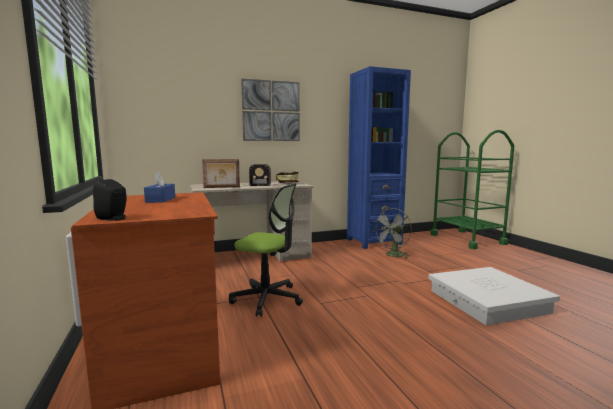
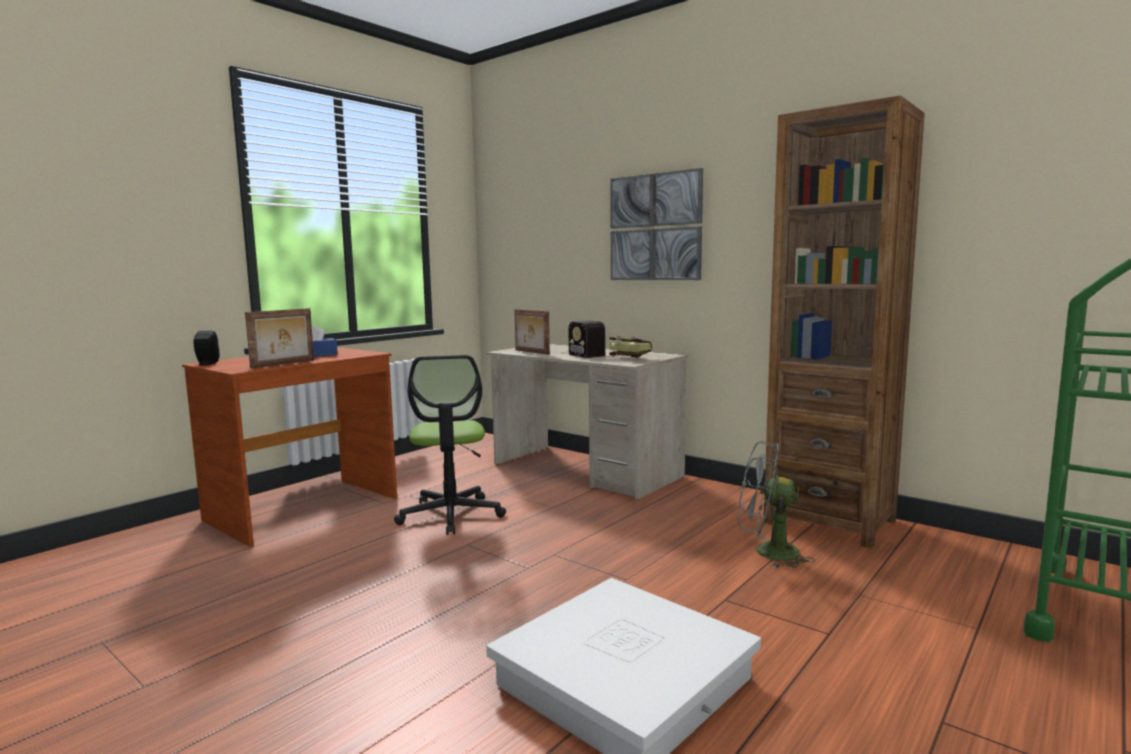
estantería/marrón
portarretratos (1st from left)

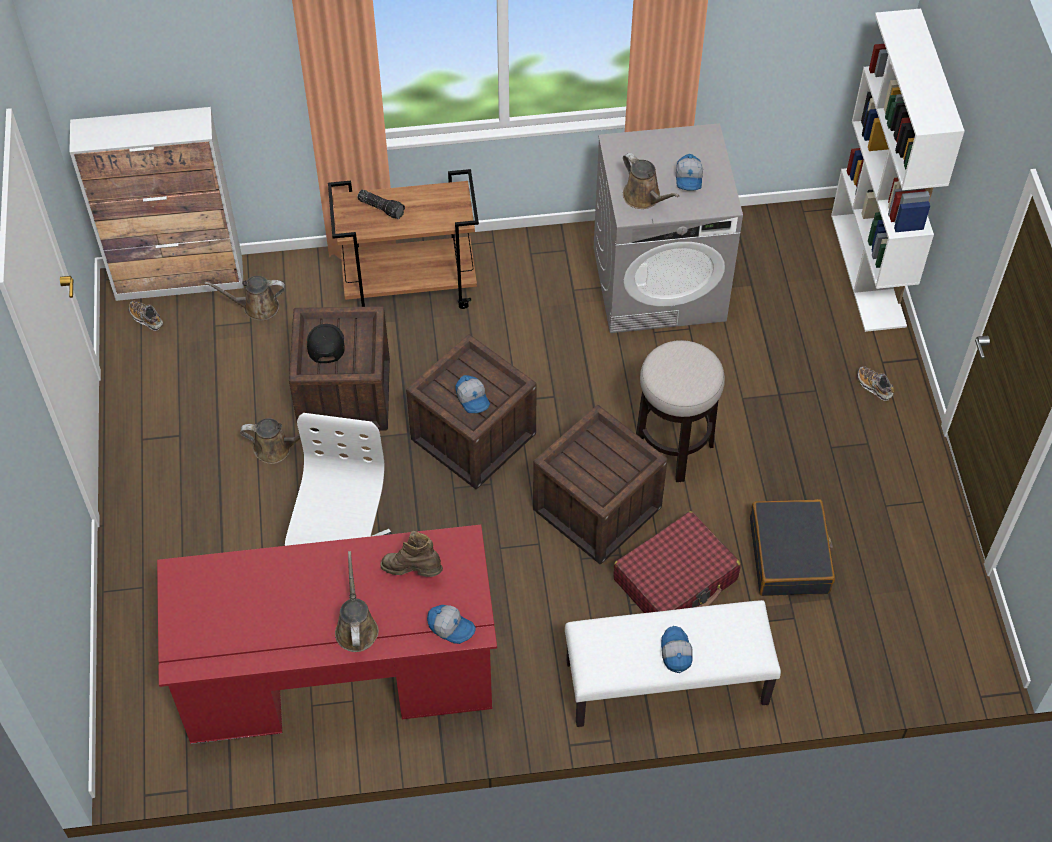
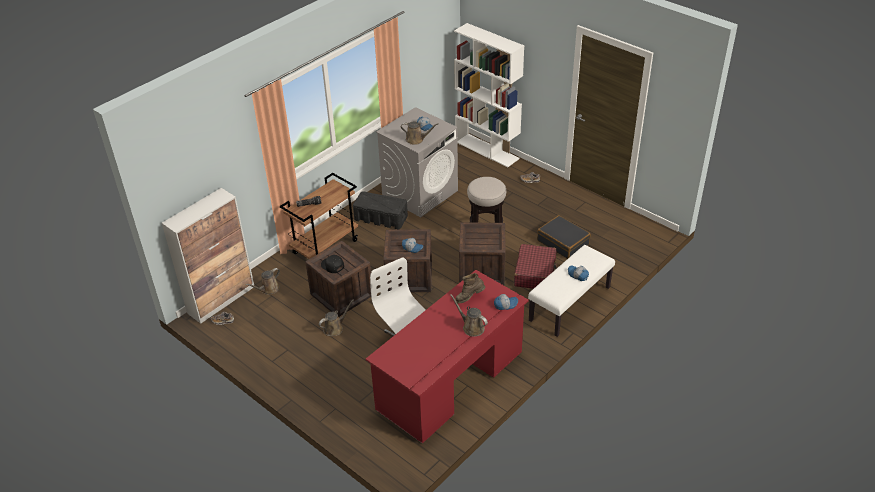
caja de almacenaje/negro

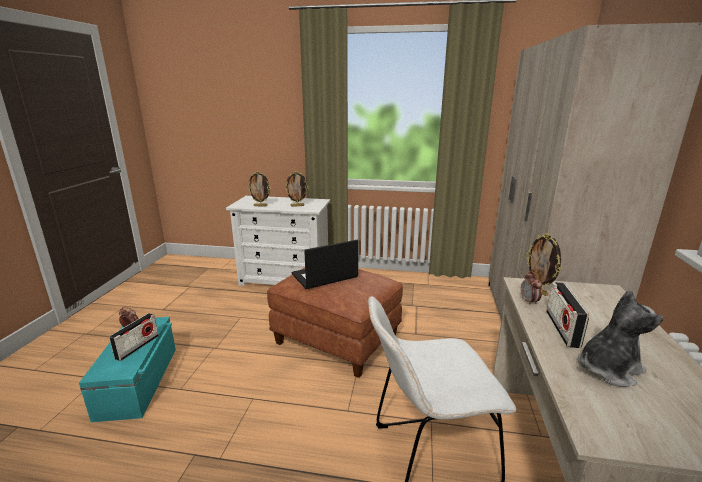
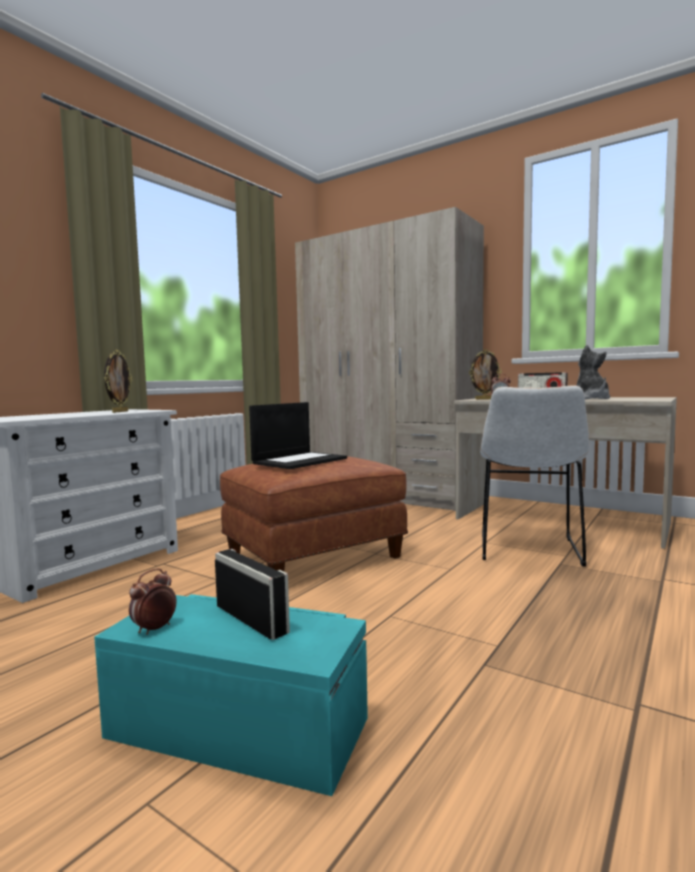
portarretratos (1st from left in the first image)
portátil

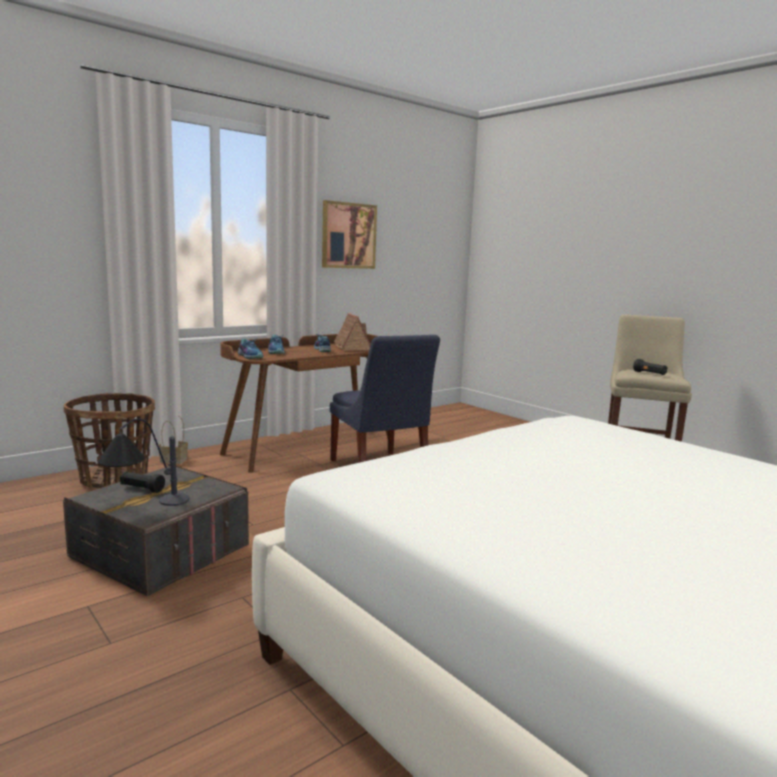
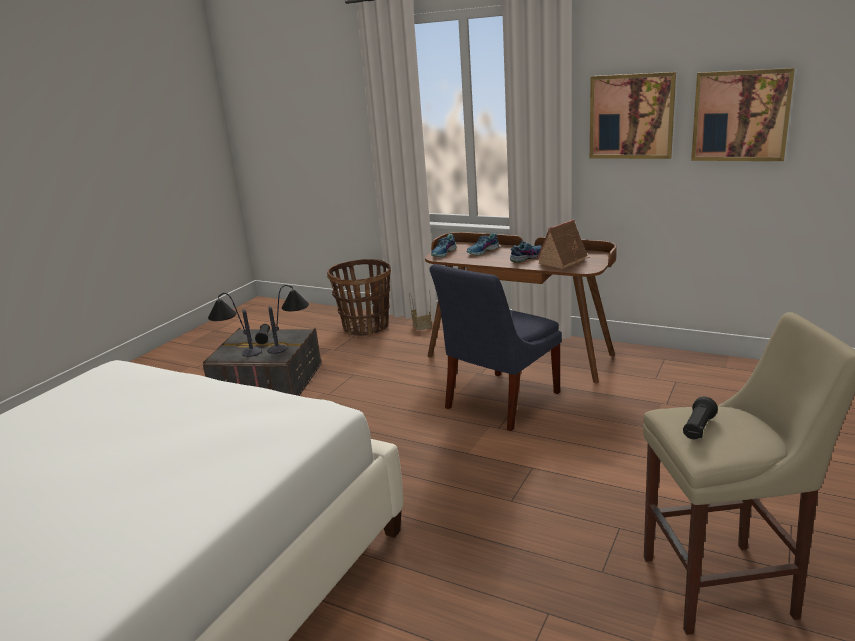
lámpara de mesa (2nd from left)
cuadro (2nd from left)

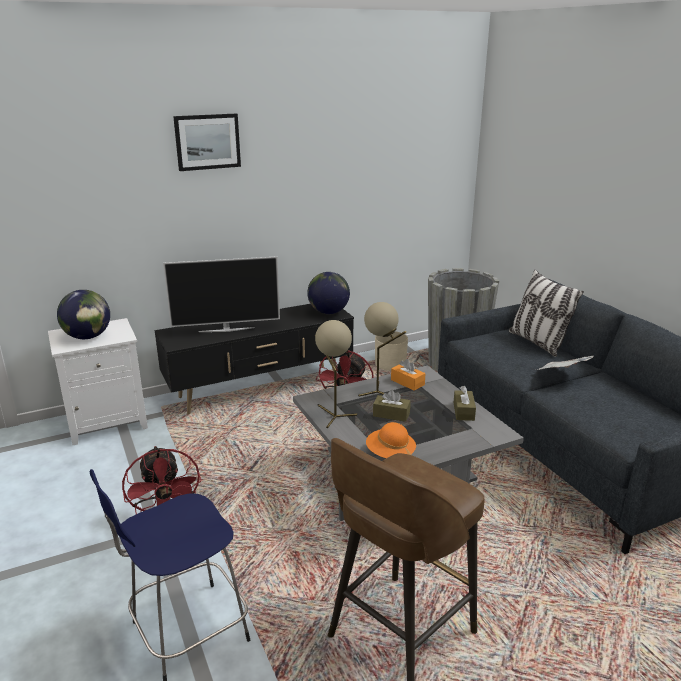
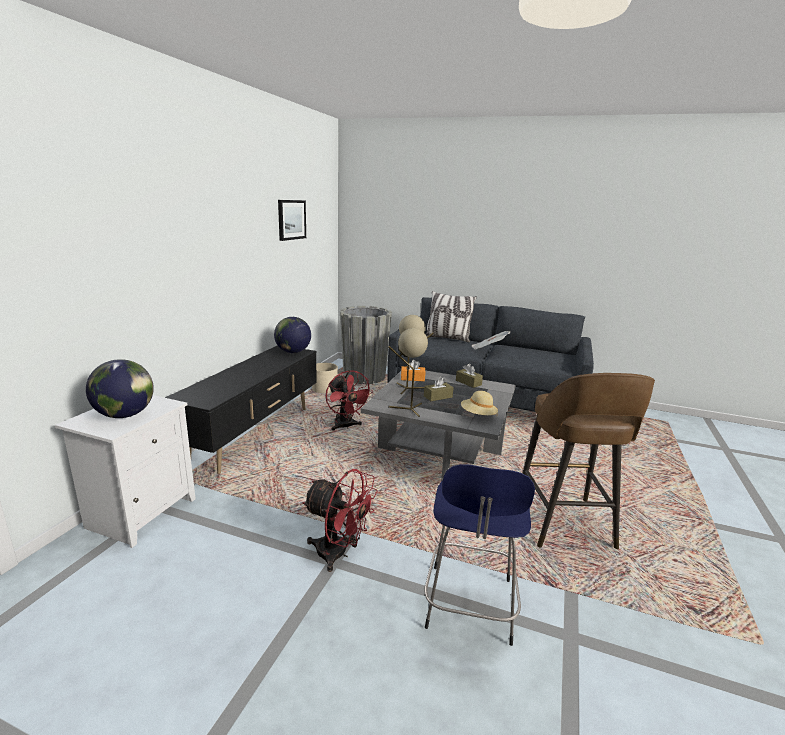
televisor
cuadro
sombrero/beis

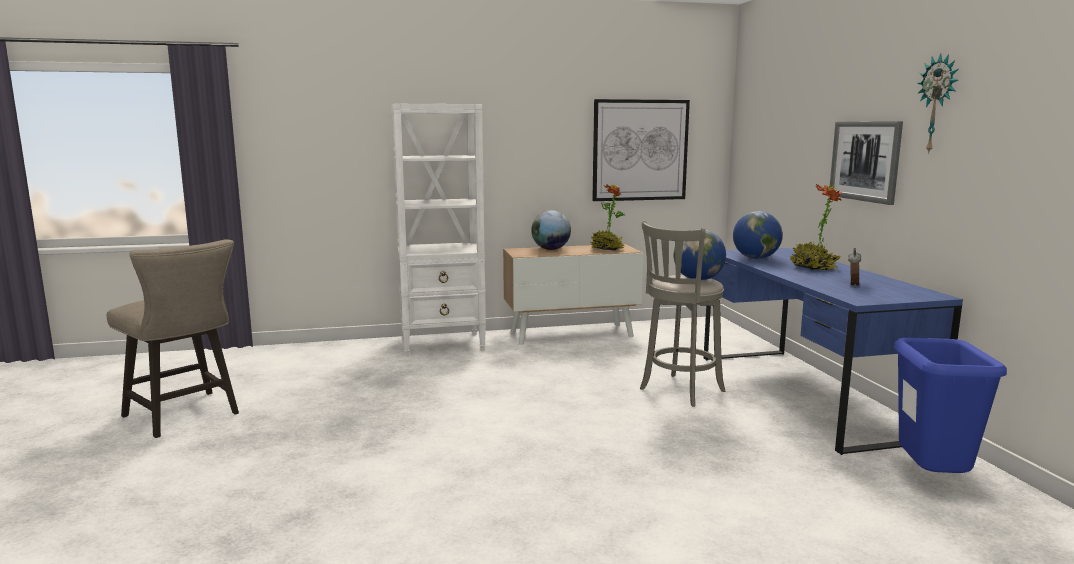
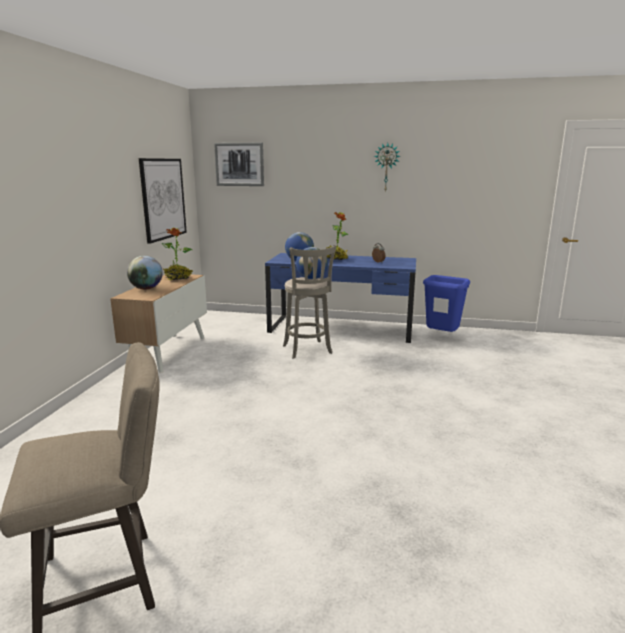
estantería/blanco
cuadro (2nd from left)

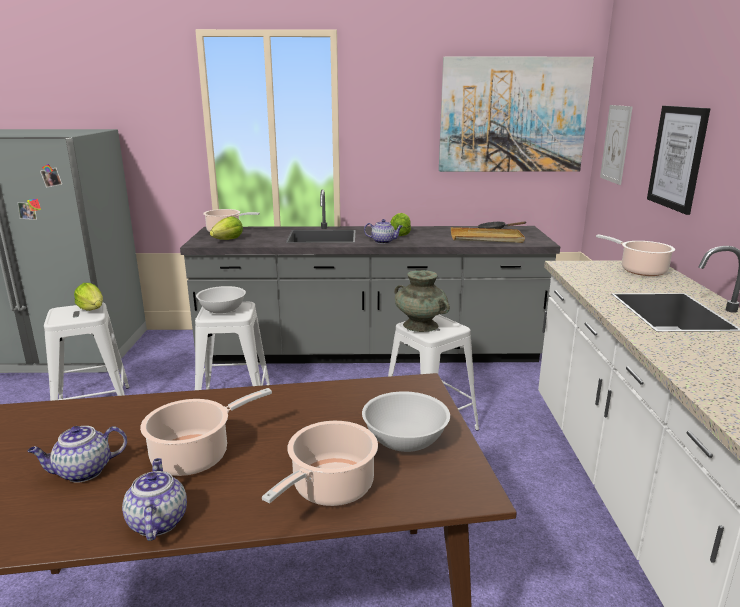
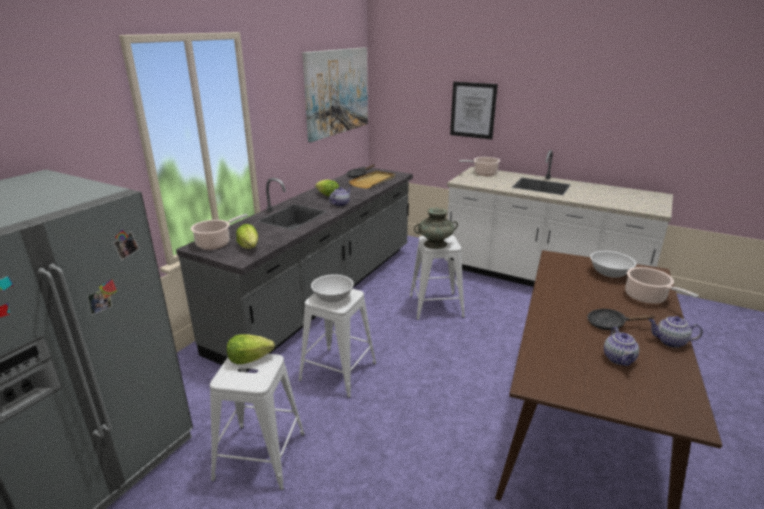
sartén/negro (2nd from left)
cuadro (2nd from left in the first image)

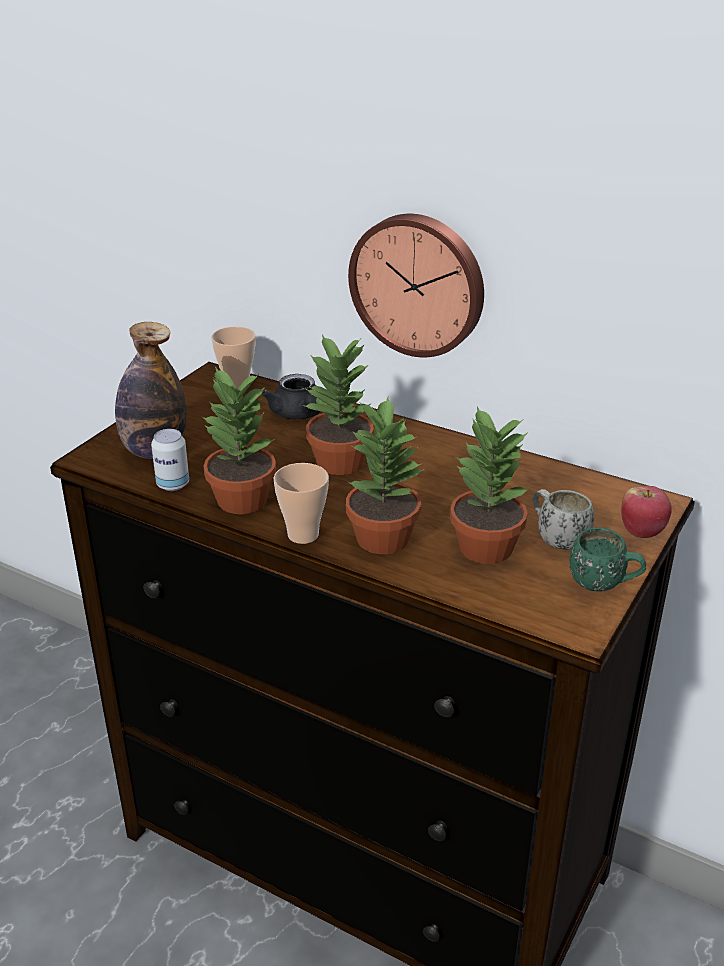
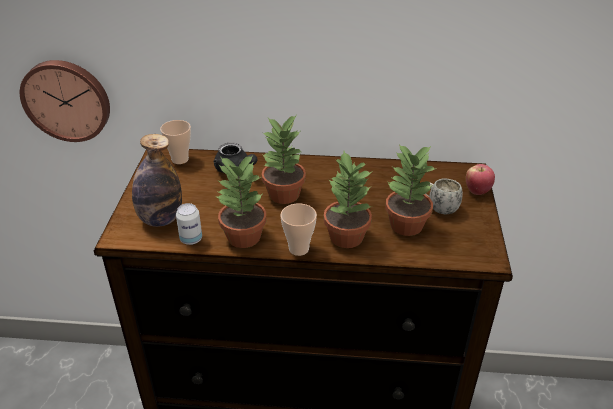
reloj de pared
taza grande/verde

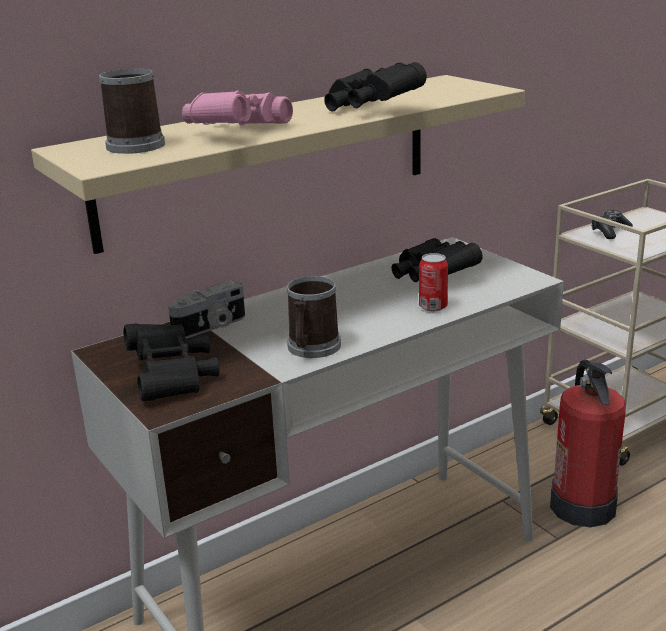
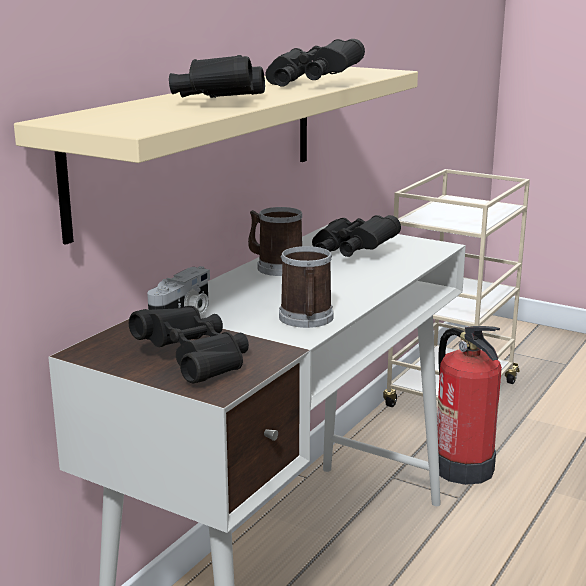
taza grande (1st from left)
prismáticos/negro (2nd from left)
lata
mando de consola

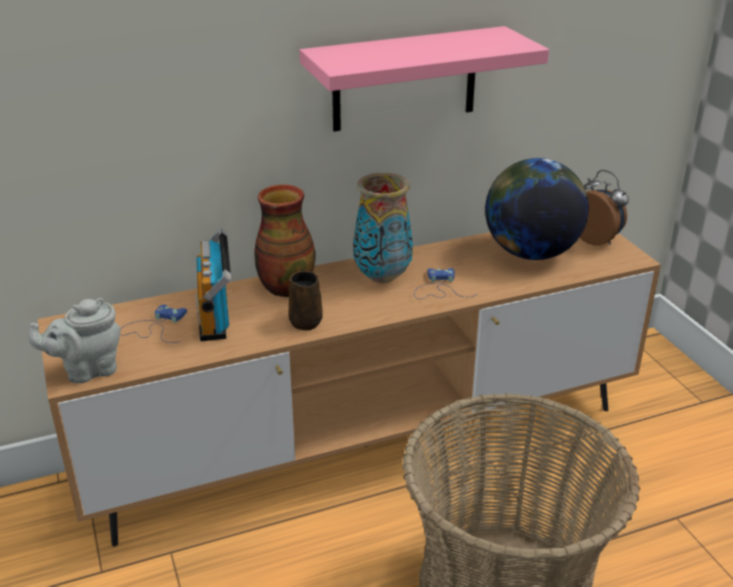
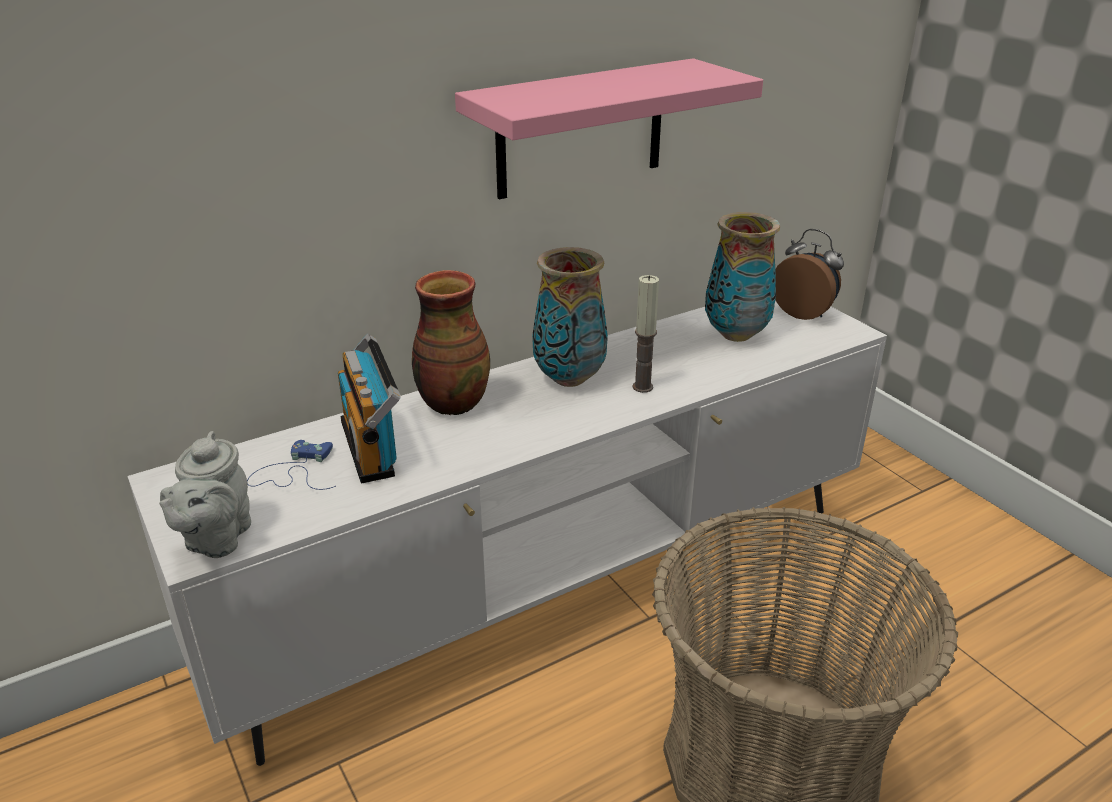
tetera/gris
mueble de televisión/blanco
taza grande/marrón
vela
florero (3rd from left)

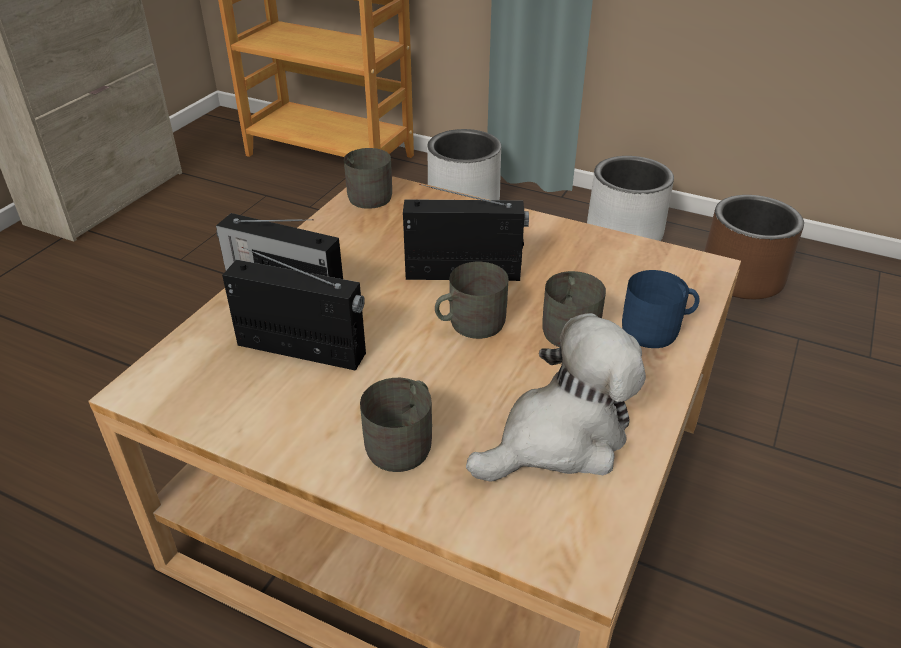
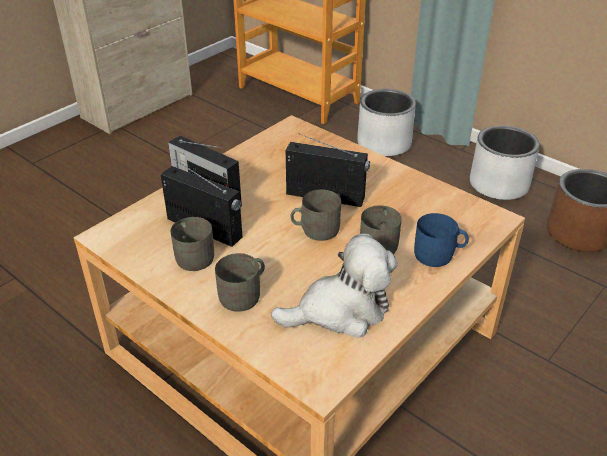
taza grande/gris (1st from left)

